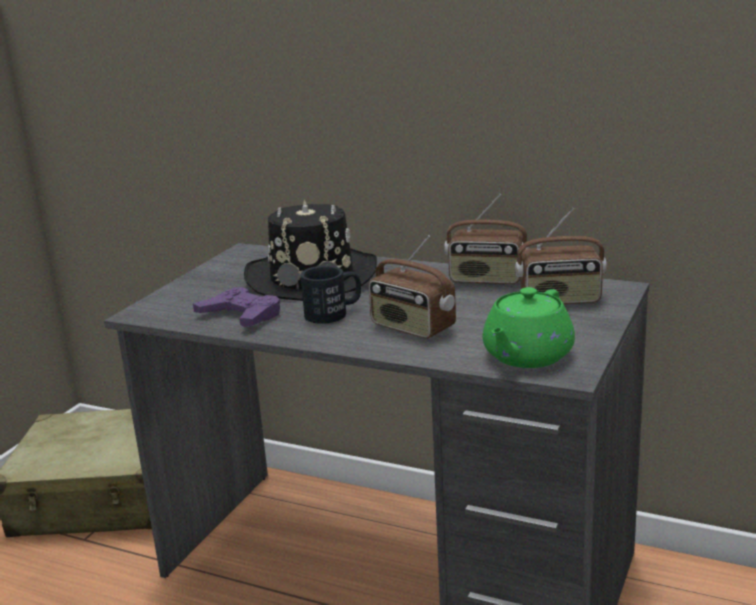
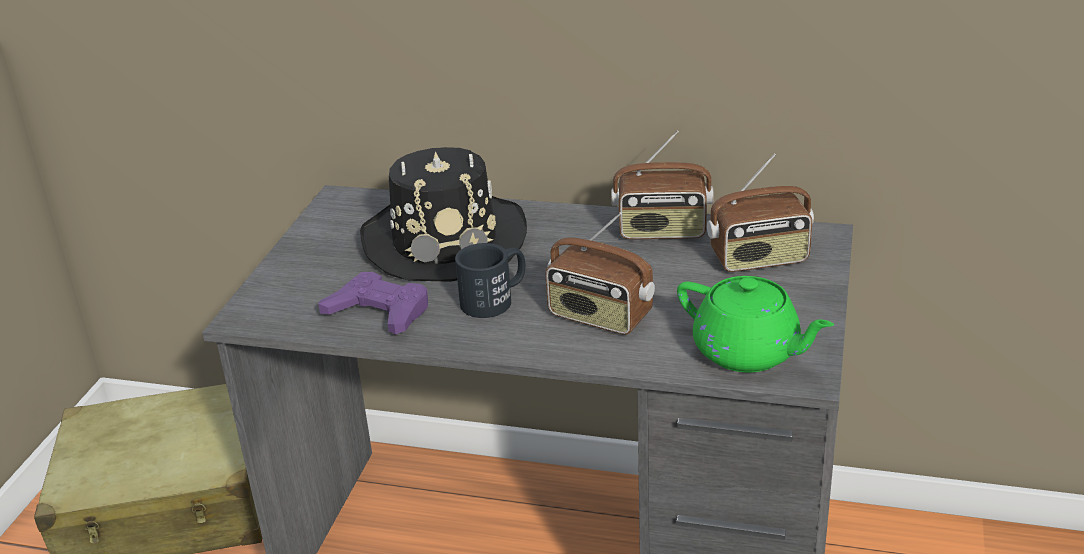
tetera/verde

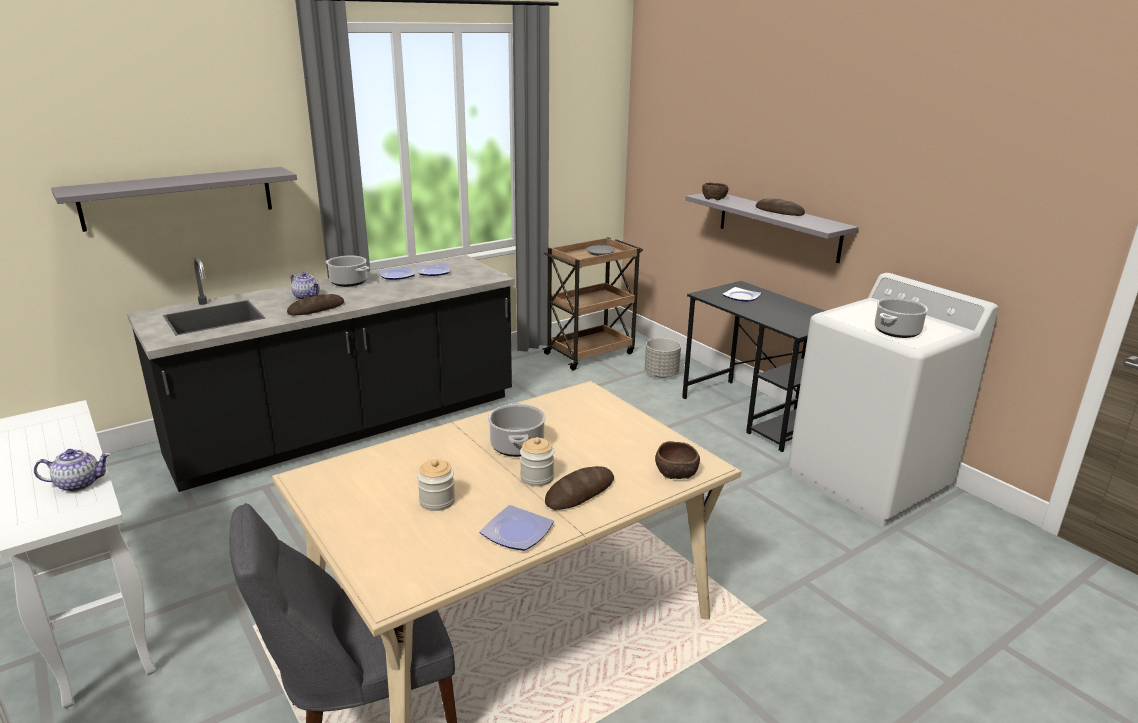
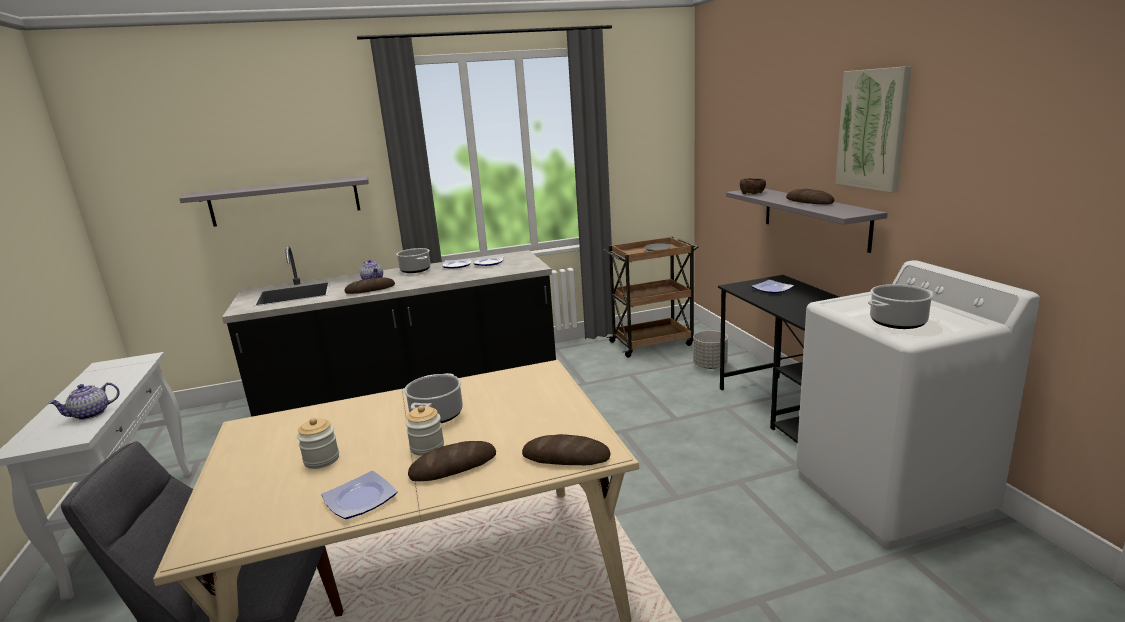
tetera (1st from left)
pan (3rd from left)
cuadro

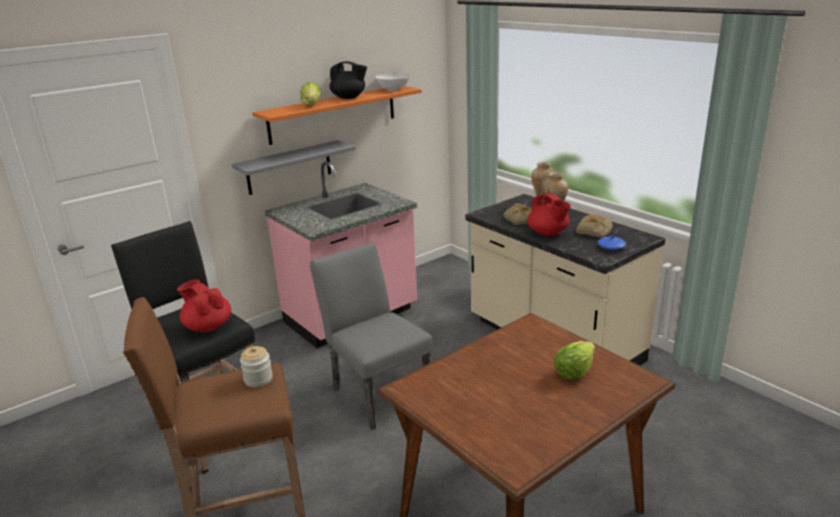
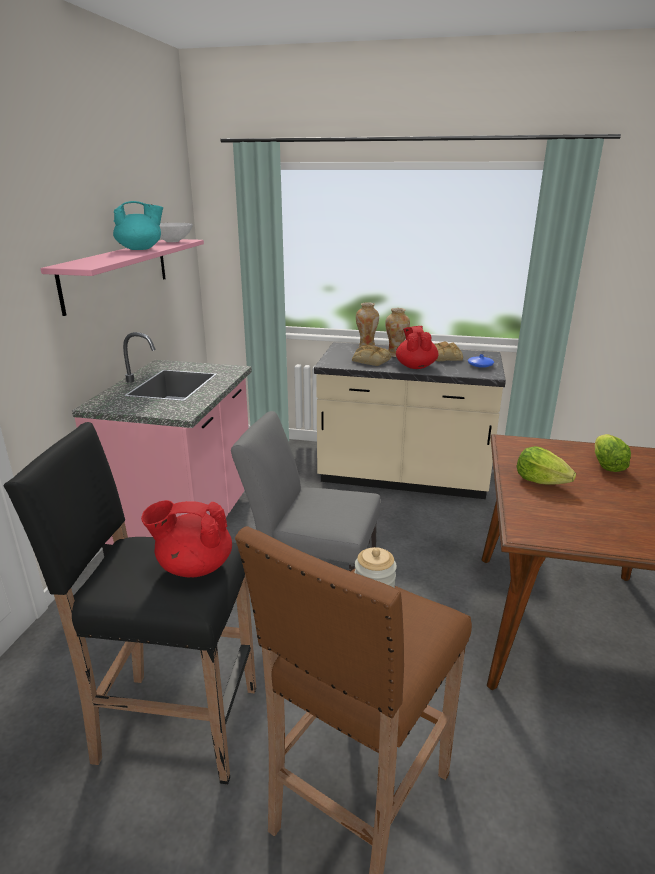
estante/gris
estante/rosa
lechuga (1st from left)
tetera/turquesa
tetera/rojo (2nd from left)

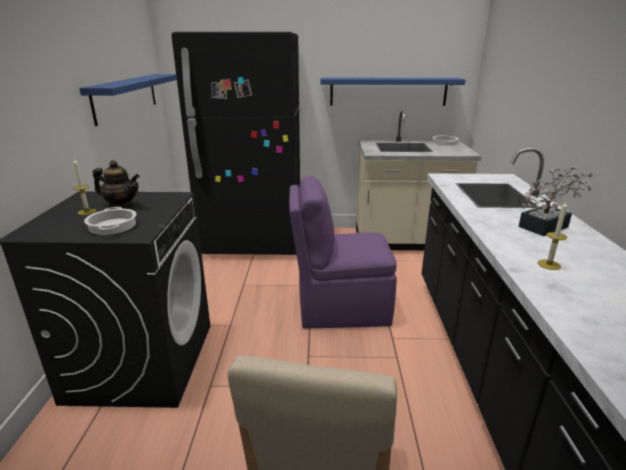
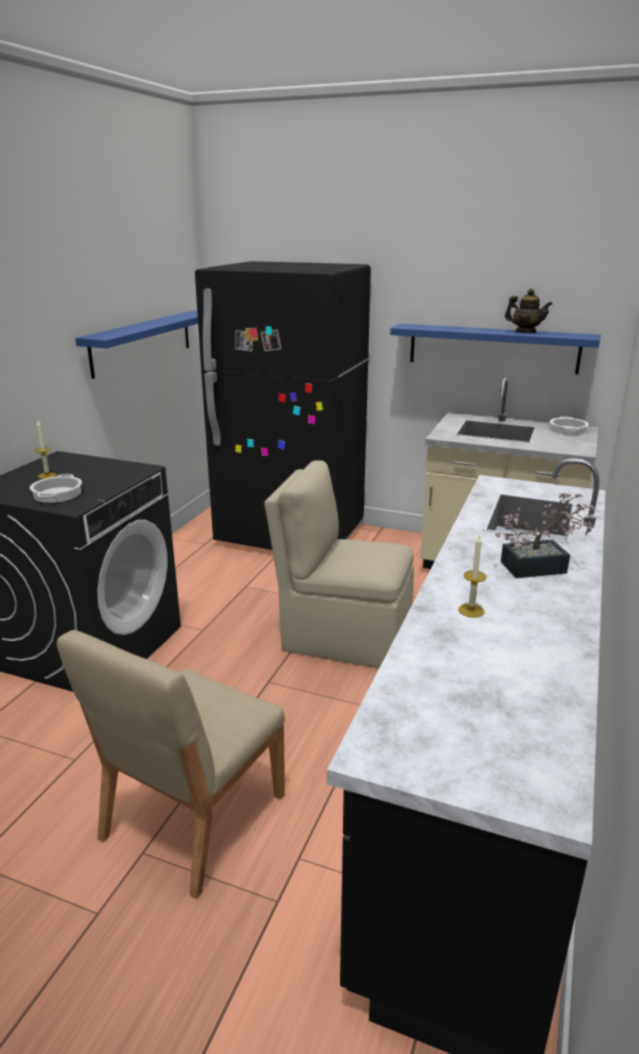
tetera
silla/beis (2nd from left)

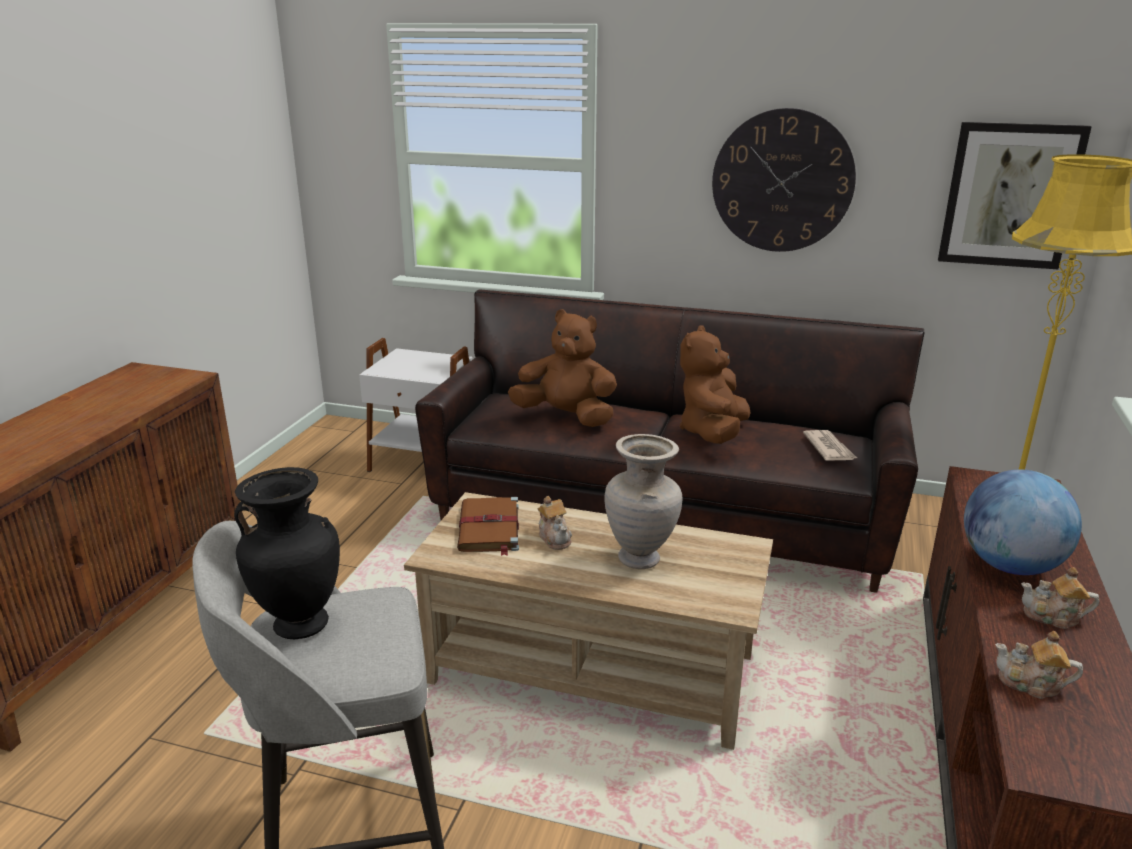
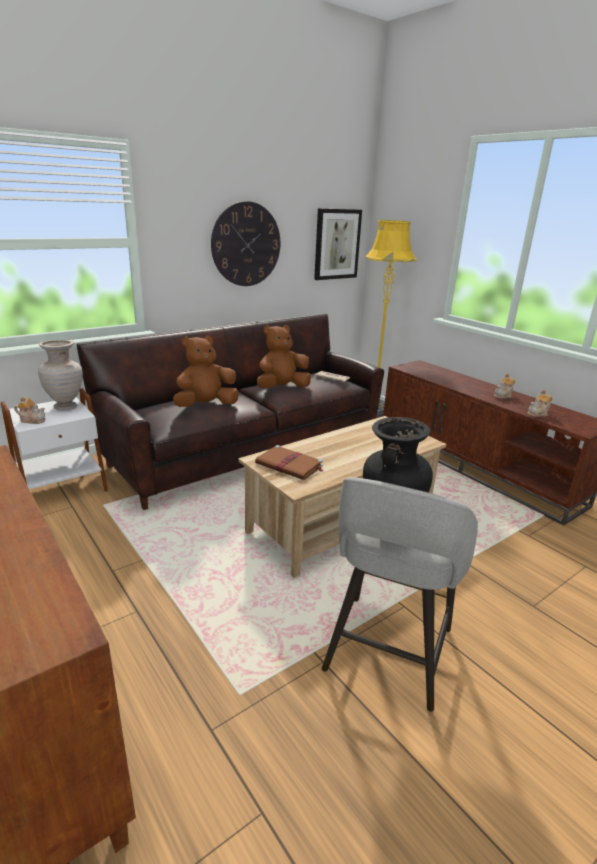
tetera (1st from left)
florero/beis
peluche/marrón (2nd from left)
globo terráqueo

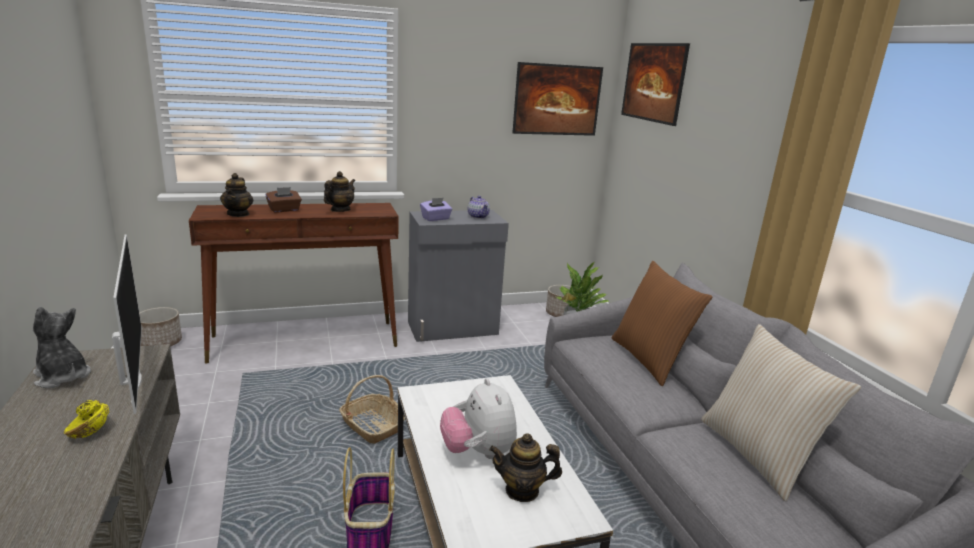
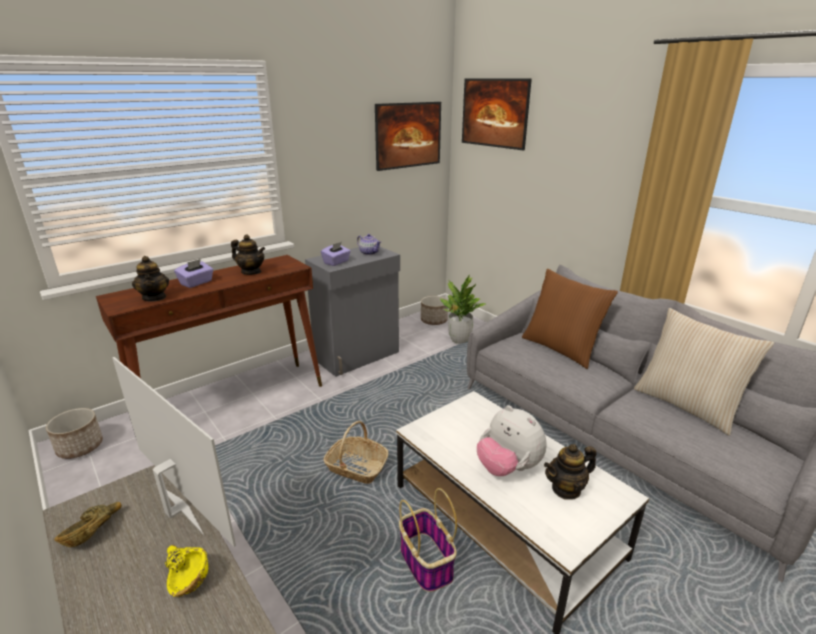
cuenco/marrón
caja de pañuelos/morado (1st from left)
tetera (2nd from left)

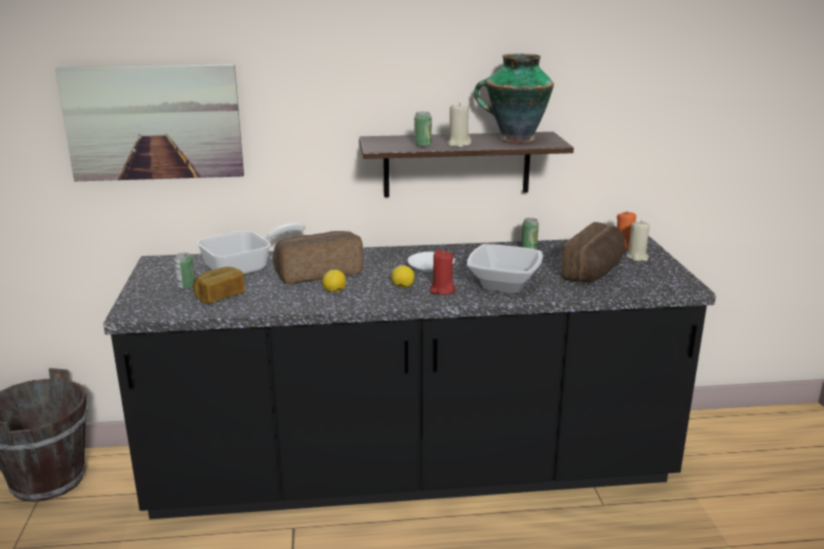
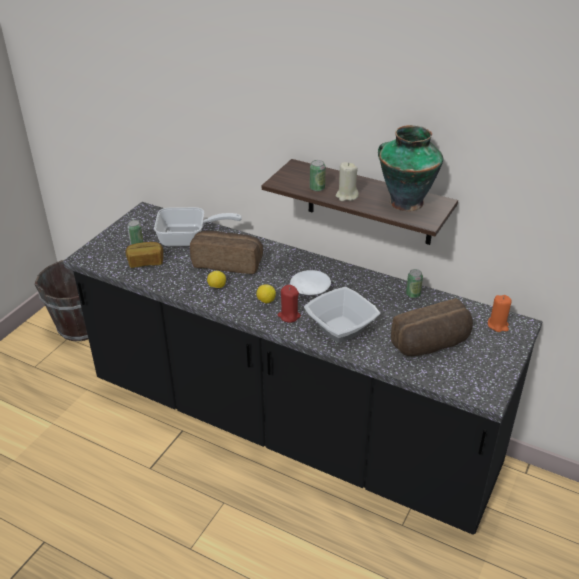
cuadro
vela/beis (2nd from left in the first image)

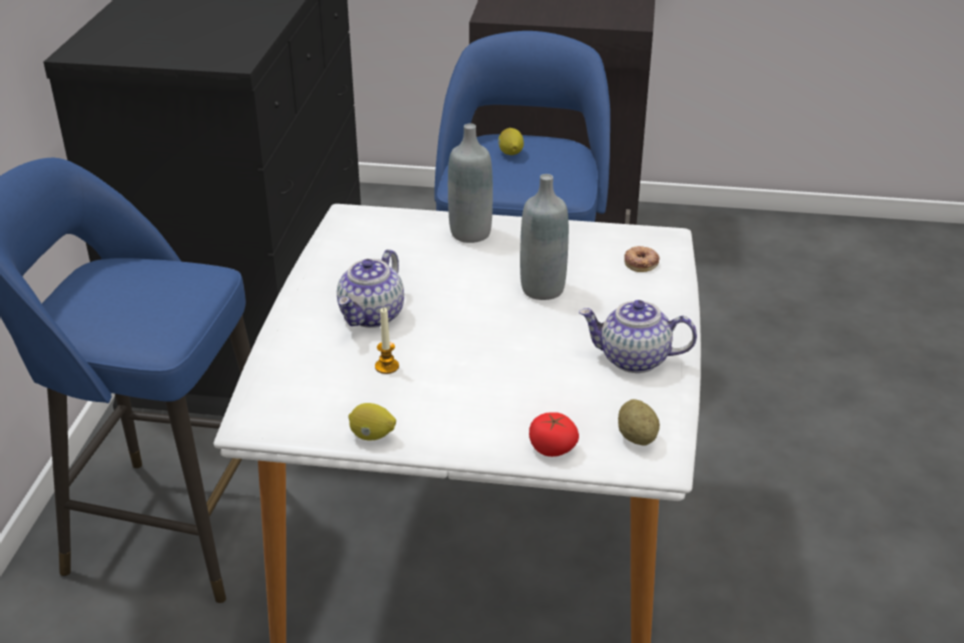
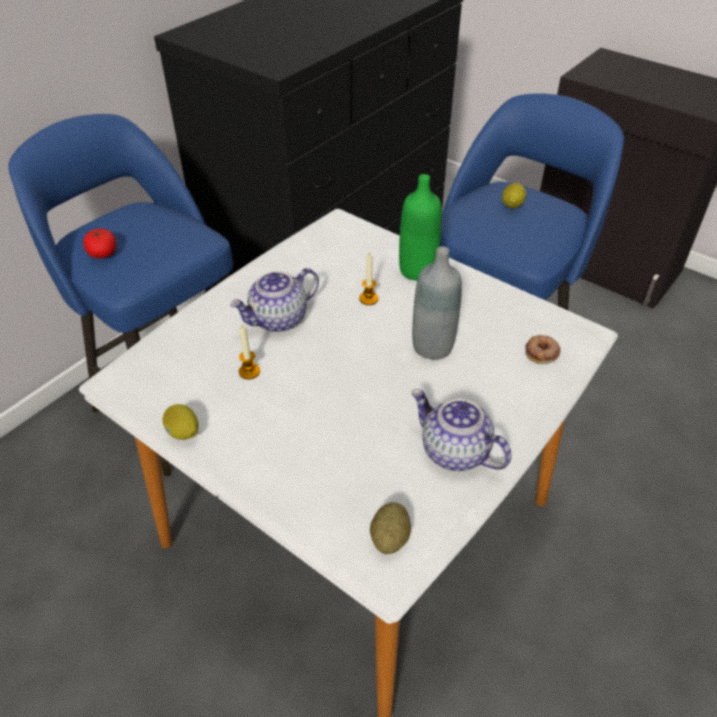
botella/verde
tomate
vela (2nd from left)

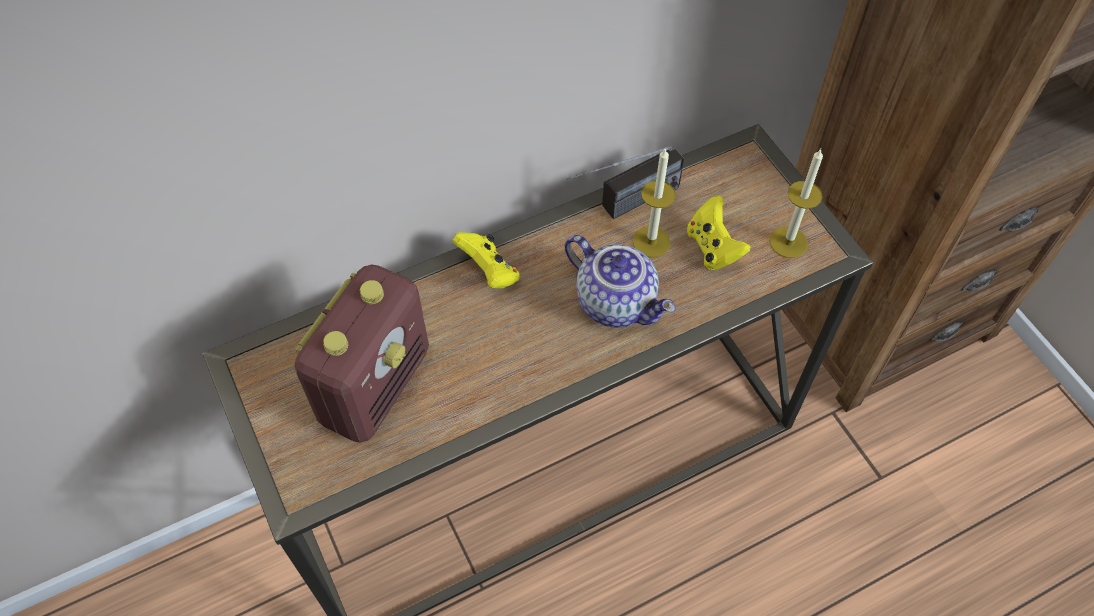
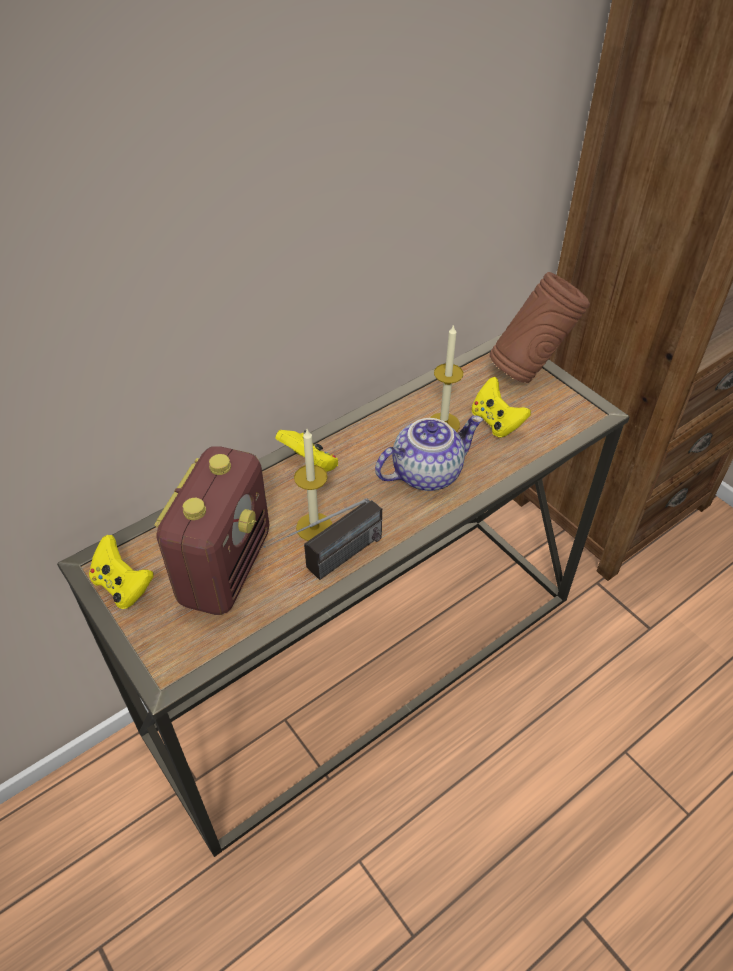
tetera
radio (2nd from left)
vela (1st from left)
mando de consola/amarillo (1st from left)
florero/marrón

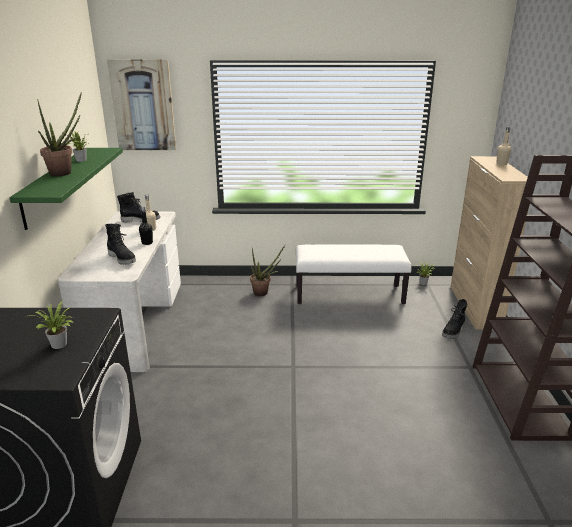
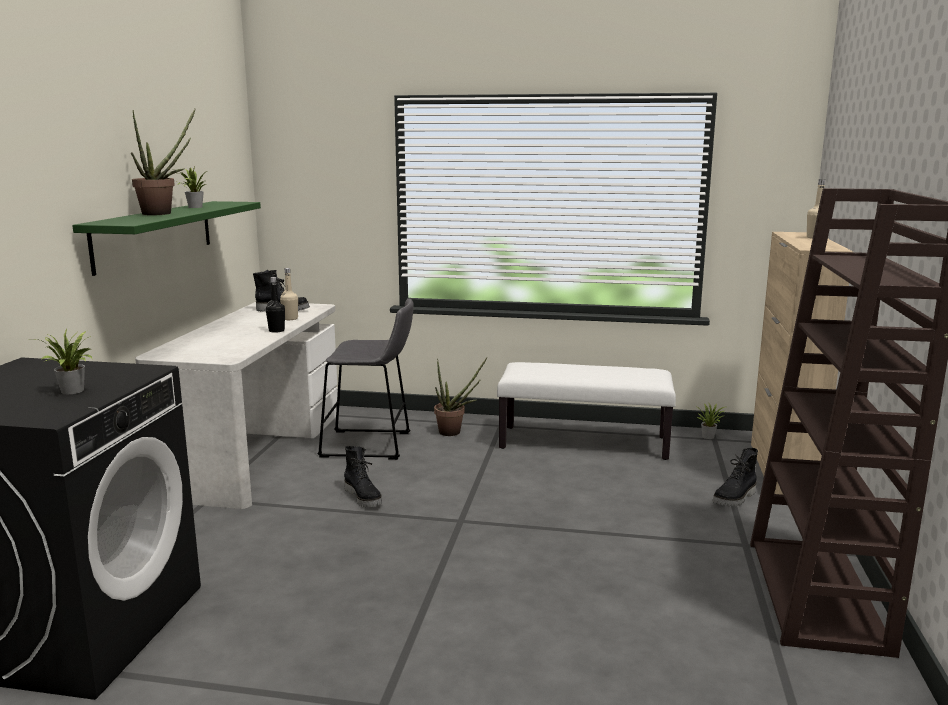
bota/negro (2nd from left)
cuadro
taburete/gris

